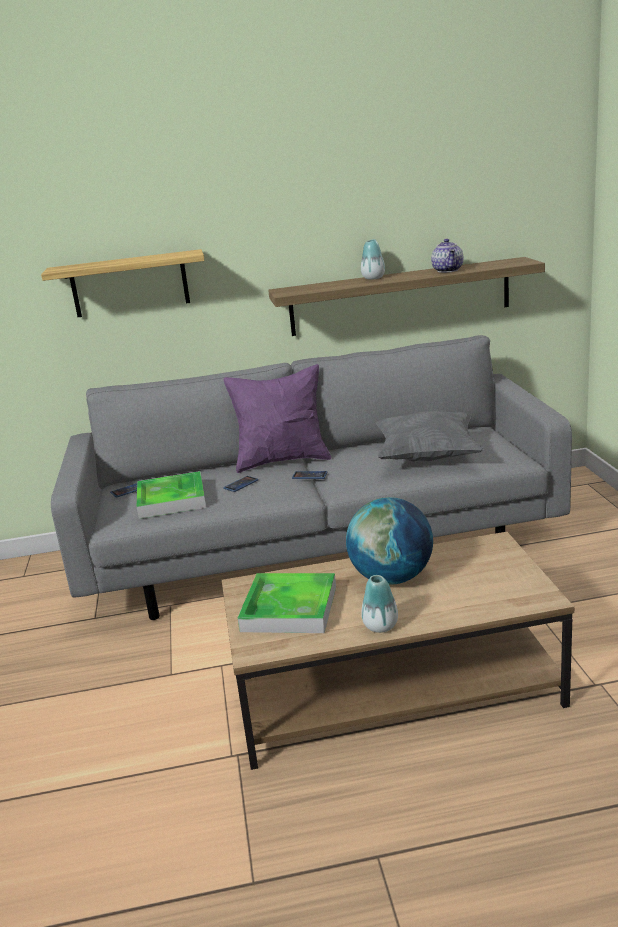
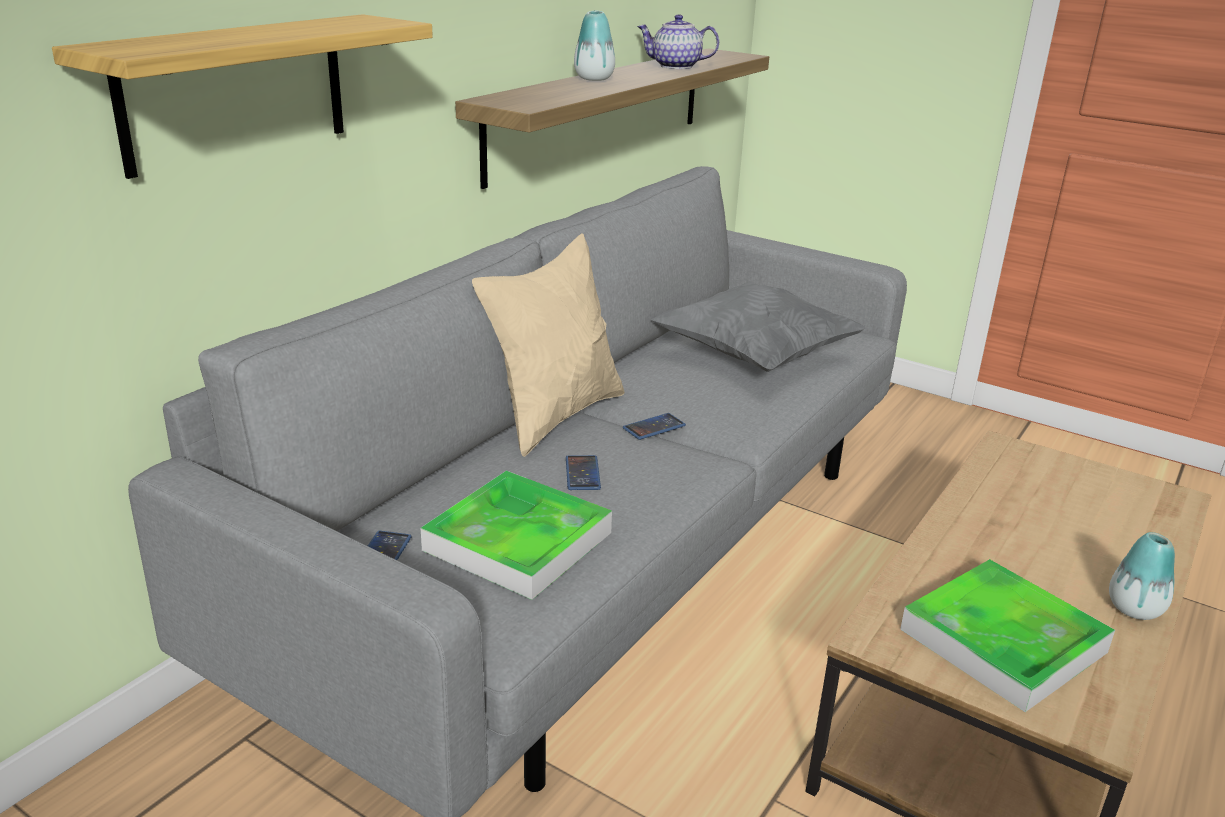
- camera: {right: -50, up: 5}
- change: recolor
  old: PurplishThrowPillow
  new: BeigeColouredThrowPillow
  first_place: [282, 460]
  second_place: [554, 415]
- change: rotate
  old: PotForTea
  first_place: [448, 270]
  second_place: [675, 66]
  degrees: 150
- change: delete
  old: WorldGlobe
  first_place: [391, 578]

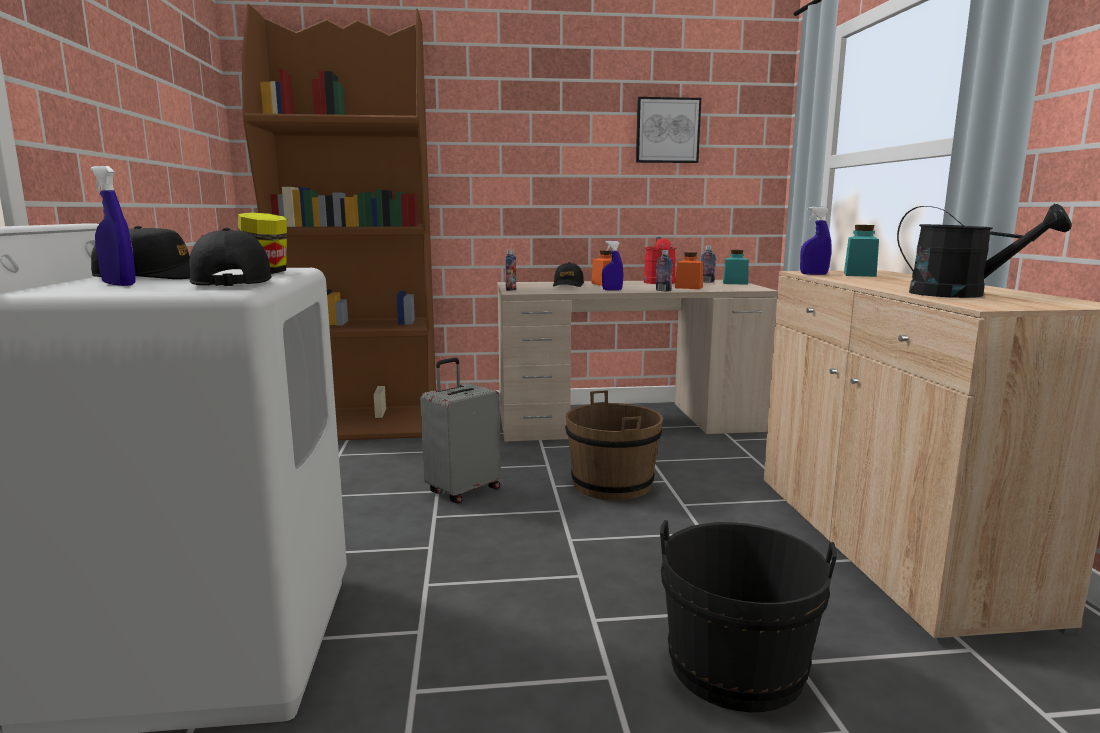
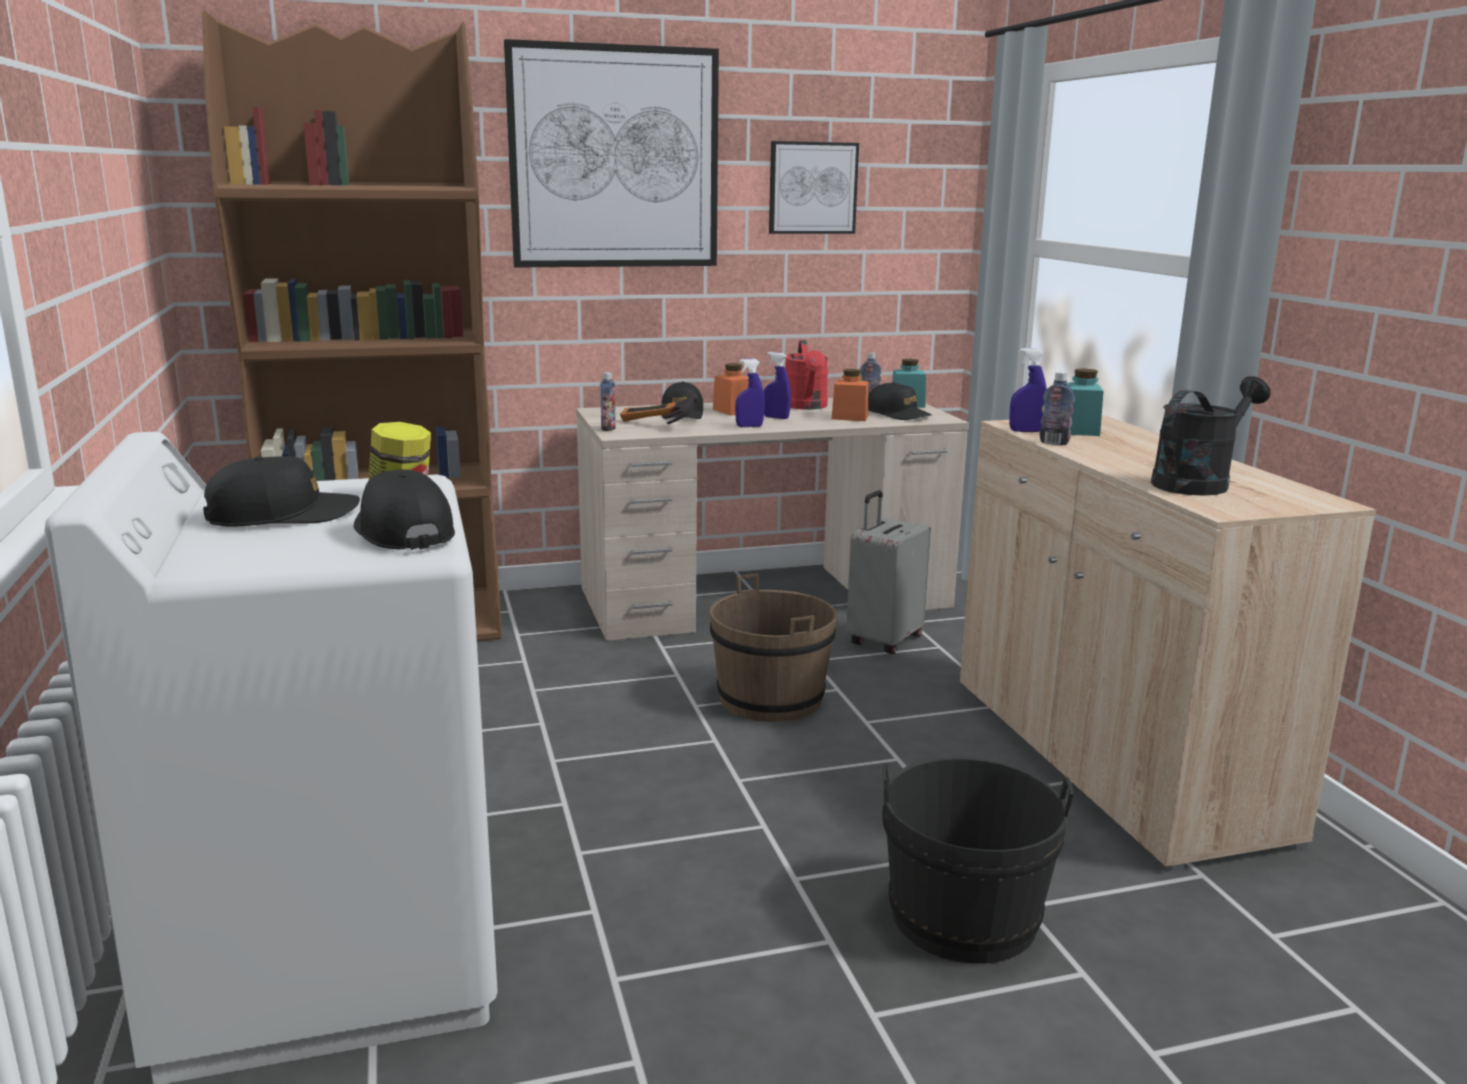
- camera: {right: -10, up: 5}
- change: insert
  new: Picture
  second_place: [614, 158]
- change: insert
  new: HandHammer
  second_place: [654, 426]
- change: move
  old: BluishSprayer
  first_place: [119, 284]
  second_place: [776, 417]
- change: move
  old: GreyishSuitcase
  first_place: [462, 491]
  second_place: [883, 640]
- change: insert
  new: BlackCap
  second_place: [898, 414]
- change: move
  old: DrinkBottle
  first_place: [663, 290]
  second_place: [1054, 443]
- change: rotate
  old: BlackWateringCan
  first_place: [961, 294]
  second_place: [1197, 483]
  degrees: -60

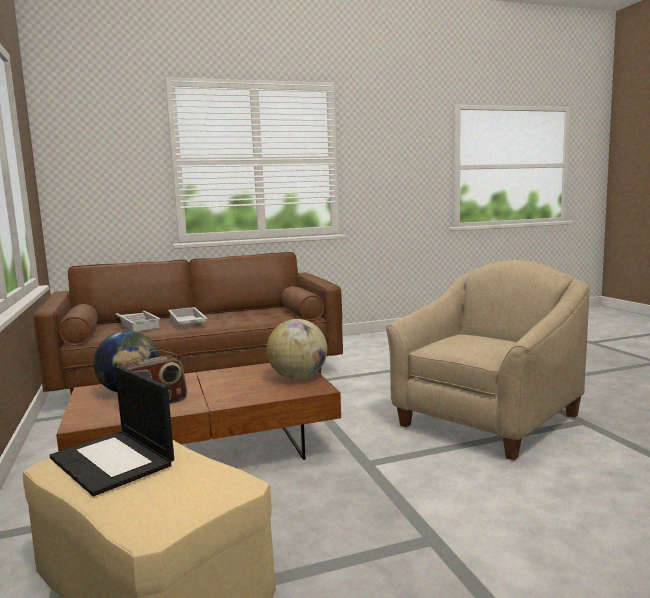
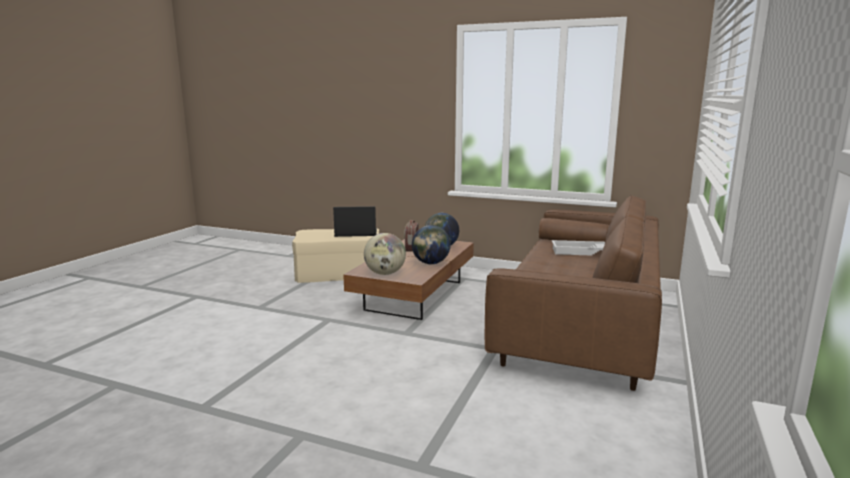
- camera: {right: 130, up: 5}
- change: insert
  new: WorldGlobe
  second_place: [430, 263]
- change: delete
  old: WhitishServingTray
  first_place: [186, 322]
- change: delete
  old: BeigeColouredArmchair
  first_place: [487, 421]

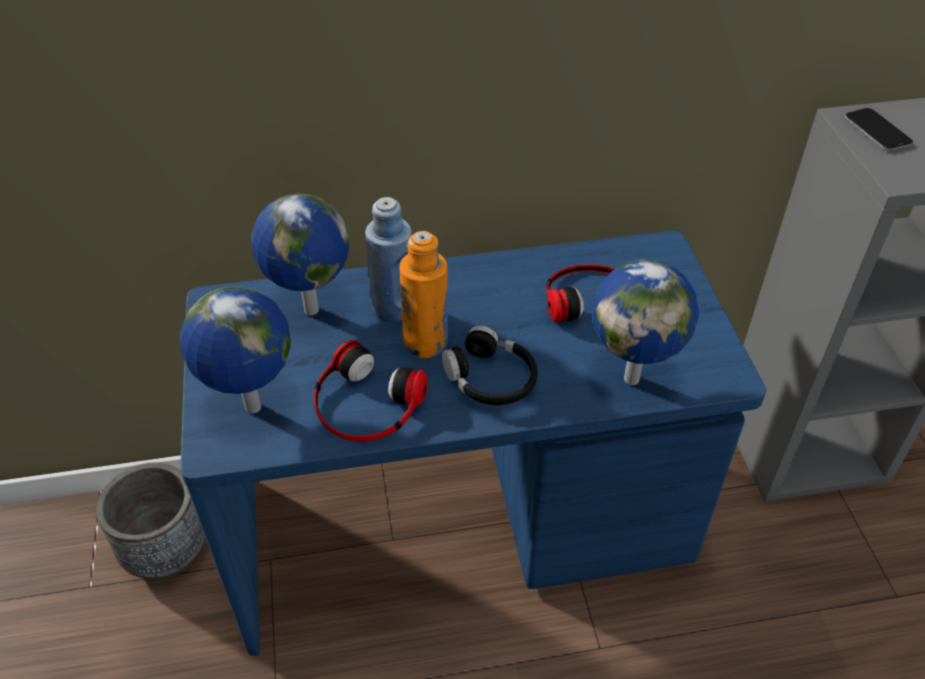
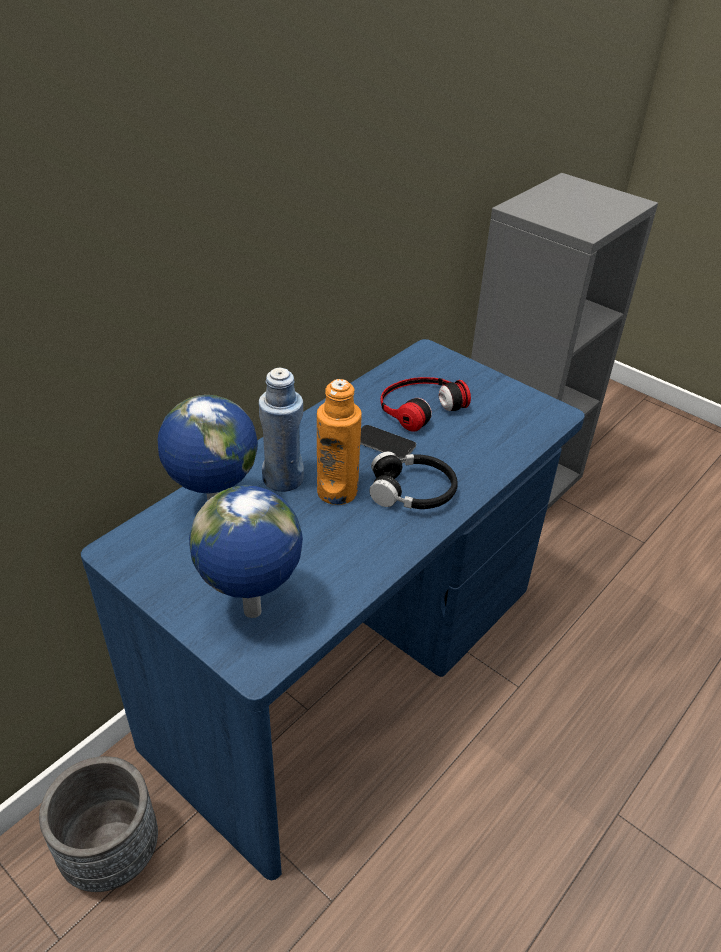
- camera: {right: -40, up: -5}
- change: move
  old: Handset
  first_place: [877, 131]
  second_place: [384, 443]
- change: delete
  old: Headphones
  first_place: [365, 404]
- change: delete
  old: WorldGlobe
  first_place: [633, 378]

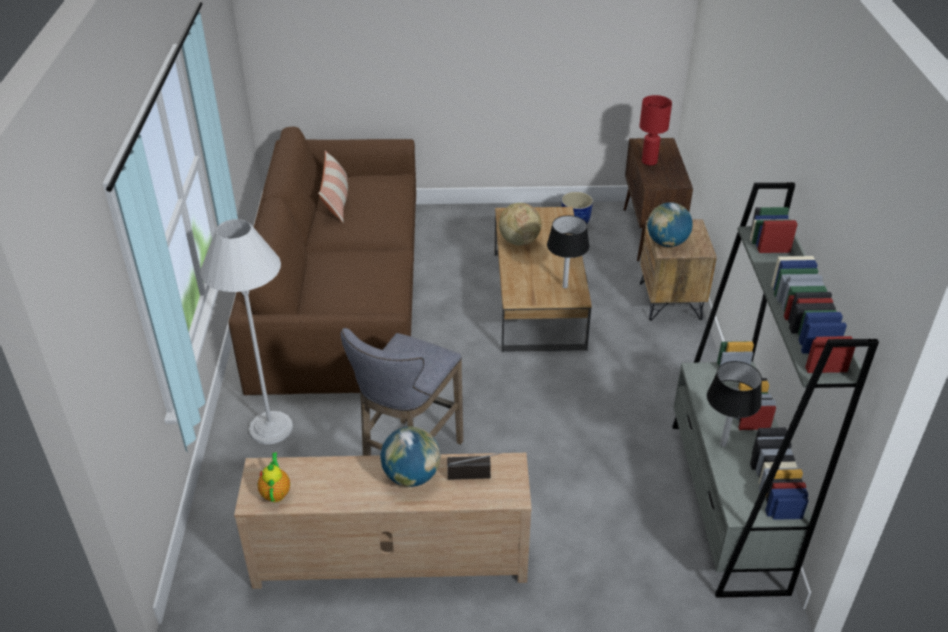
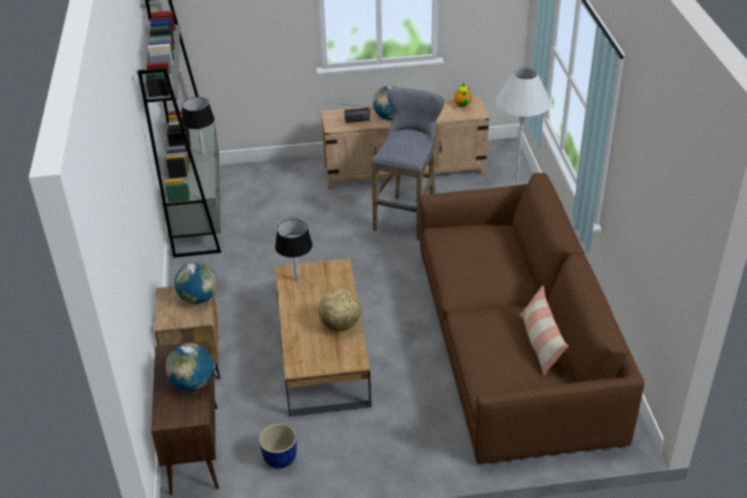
- camera: {right: 175, up: 0}
- change: replace
  old: ReddishTableLamp
  new: WorldGlobe
  first_place: [649, 161]
  second_place: [192, 383]

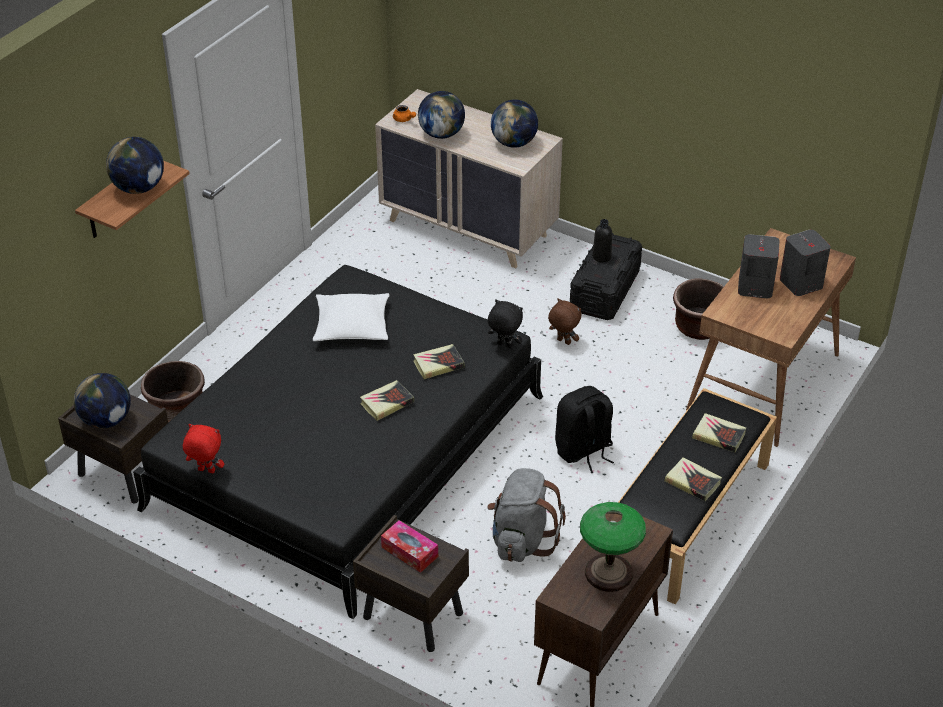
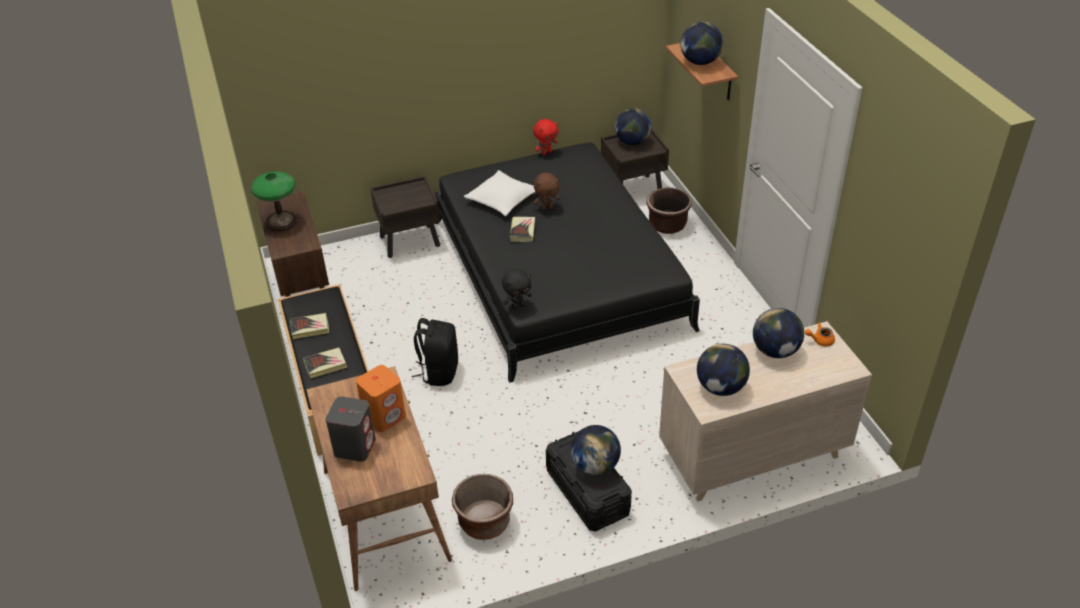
- camera: {right: 130, up: 0}
- change: recolor
  old: GreyishLoudspeaker
  new: OrangeLoudspeaker
  first_place: [754, 287]
  second_place: [385, 416]
- change: move
  old: WhitishThrowPillow
  first_place: [352, 325]
  second_place: [502, 199]
- change: move
  old: BrownColouredPlushToy
  first_place: [563, 342]
  second_place: [547, 208]
- change: replace
  old: BlackDrinkBottle
  new: WorldGlobe
  first_place: [601, 257]
  second_place: [595, 466]
- change: delete
  old: TissueHolder
  first_place: [409, 552]
- change: delete
  old: BoundBook
  first_place: [438, 364]
- change: delete
  old: GreyishKnapsack
  first_place: [522, 540]

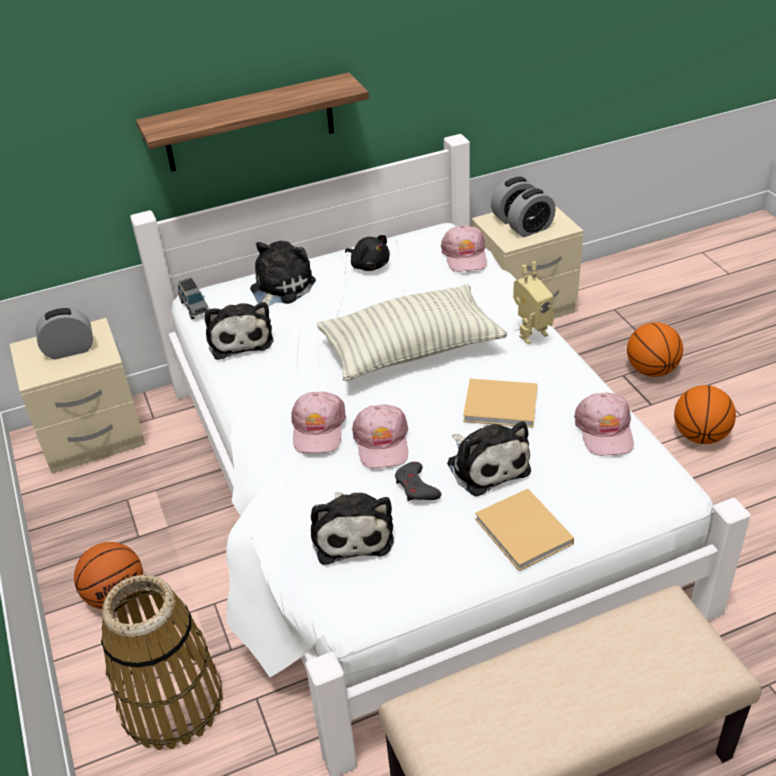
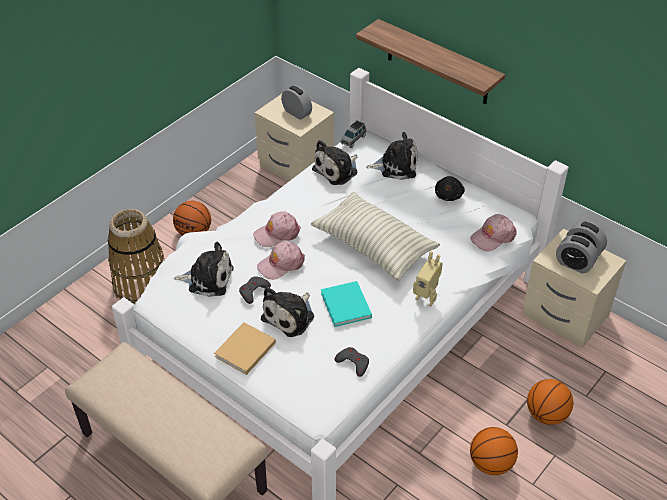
- camera: {right: 60, up: 5}
- change: rotate
  old: PlushToy
  first_place: [351, 533]
  second_place: [208, 279]
  degrees: -135
- change: recolor
  old: BeigeColouredBoundBook
  new: TurquoiseColouredBoundBook
  first_place: [503, 405]
  second_place: [346, 306]
- change: replace
  old: PinkColouredCap
  new: GreyishGameController
  first_place: [605, 431]
  second_place: [353, 363]

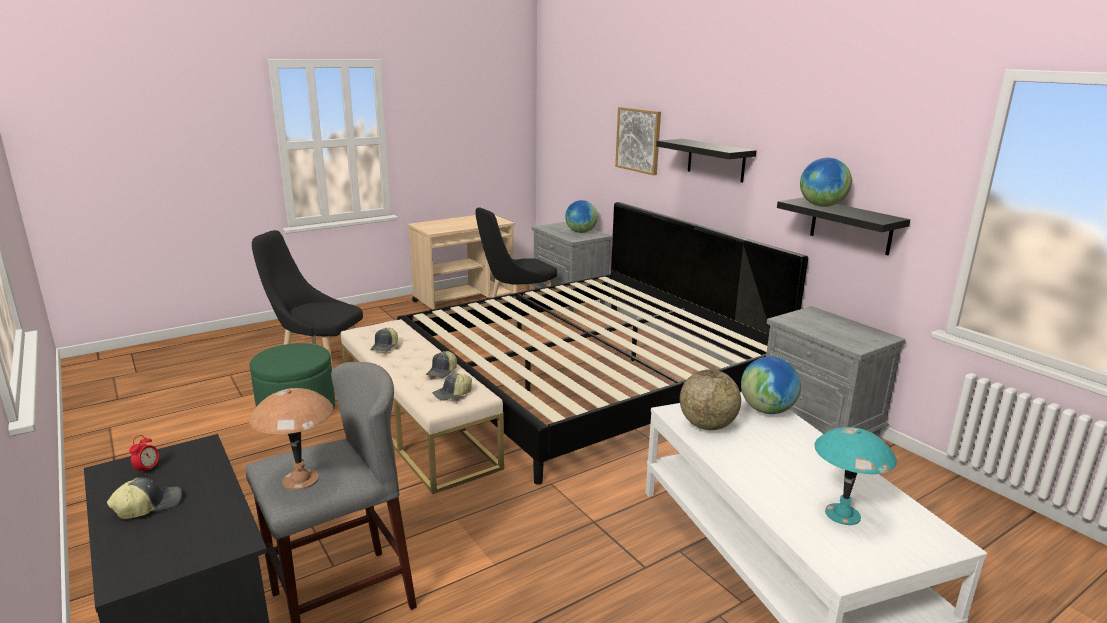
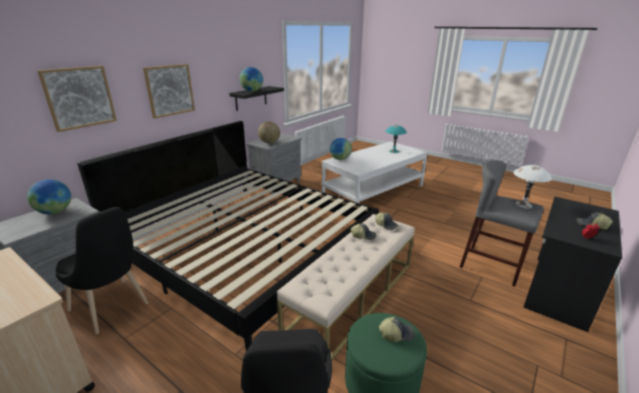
- camera: {right: -110, up: 5}
- change: replace
  old: BlackBracketShelf
  new: Picture
  first_place: [716, 160]
  second_place: [169, 90]
- change: move
  old: WorldGlobe
  first_place: [707, 426]
  second_place: [269, 142]
- change: move
  old: Cap
  first_place: [385, 346]
  second_place: [396, 333]
- change: recolor
  old: BrownColouredTableLamp
  new: WhitishTableLamp
  first_place: [300, 479]
  second_place: [523, 205]

